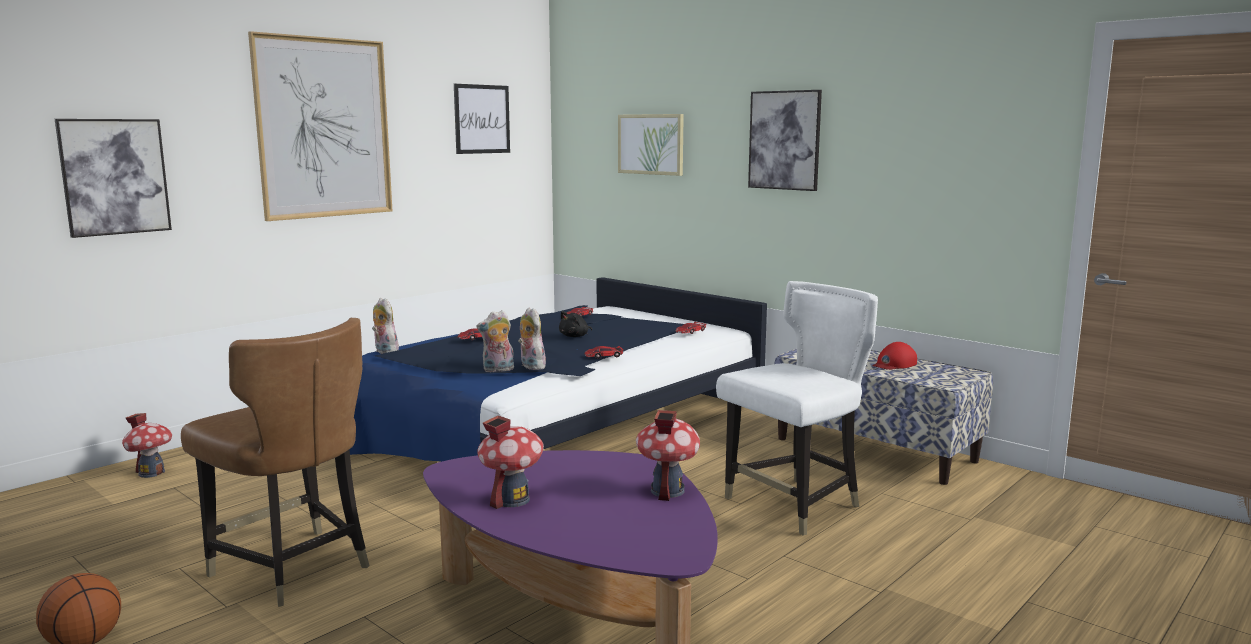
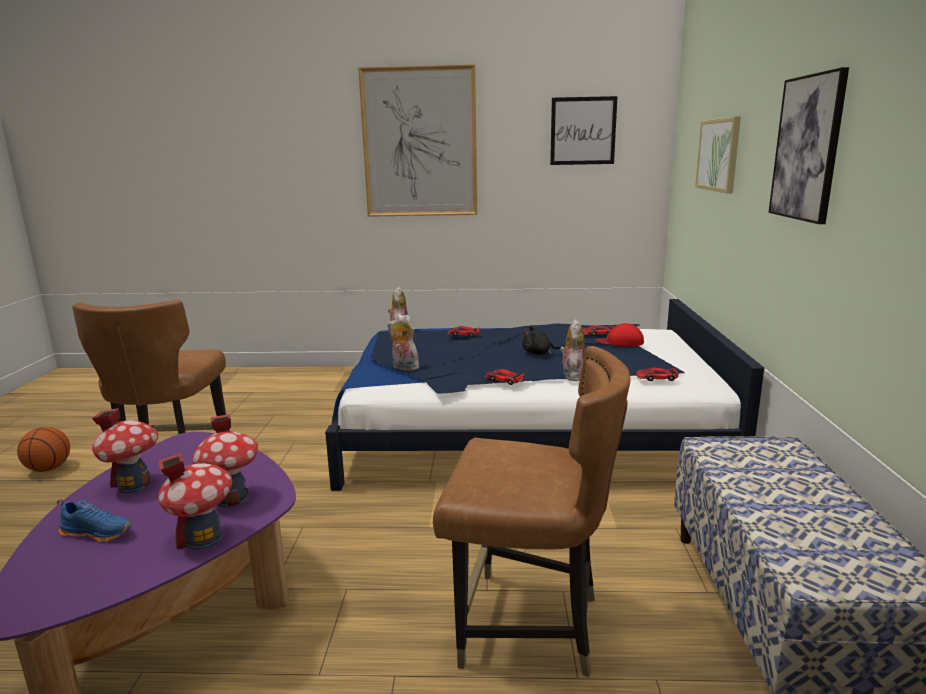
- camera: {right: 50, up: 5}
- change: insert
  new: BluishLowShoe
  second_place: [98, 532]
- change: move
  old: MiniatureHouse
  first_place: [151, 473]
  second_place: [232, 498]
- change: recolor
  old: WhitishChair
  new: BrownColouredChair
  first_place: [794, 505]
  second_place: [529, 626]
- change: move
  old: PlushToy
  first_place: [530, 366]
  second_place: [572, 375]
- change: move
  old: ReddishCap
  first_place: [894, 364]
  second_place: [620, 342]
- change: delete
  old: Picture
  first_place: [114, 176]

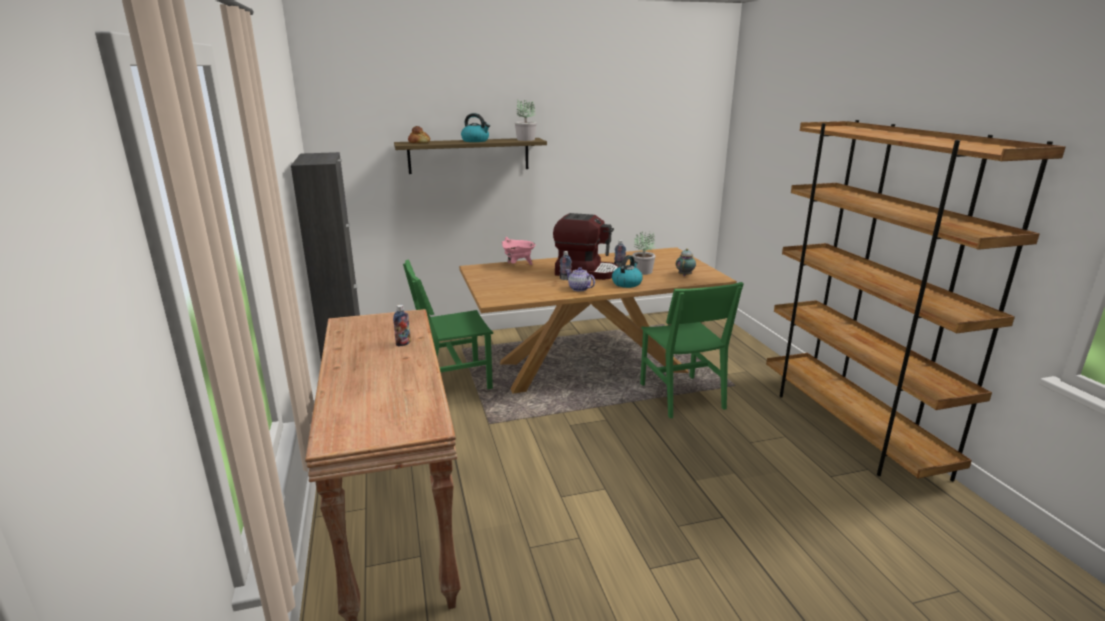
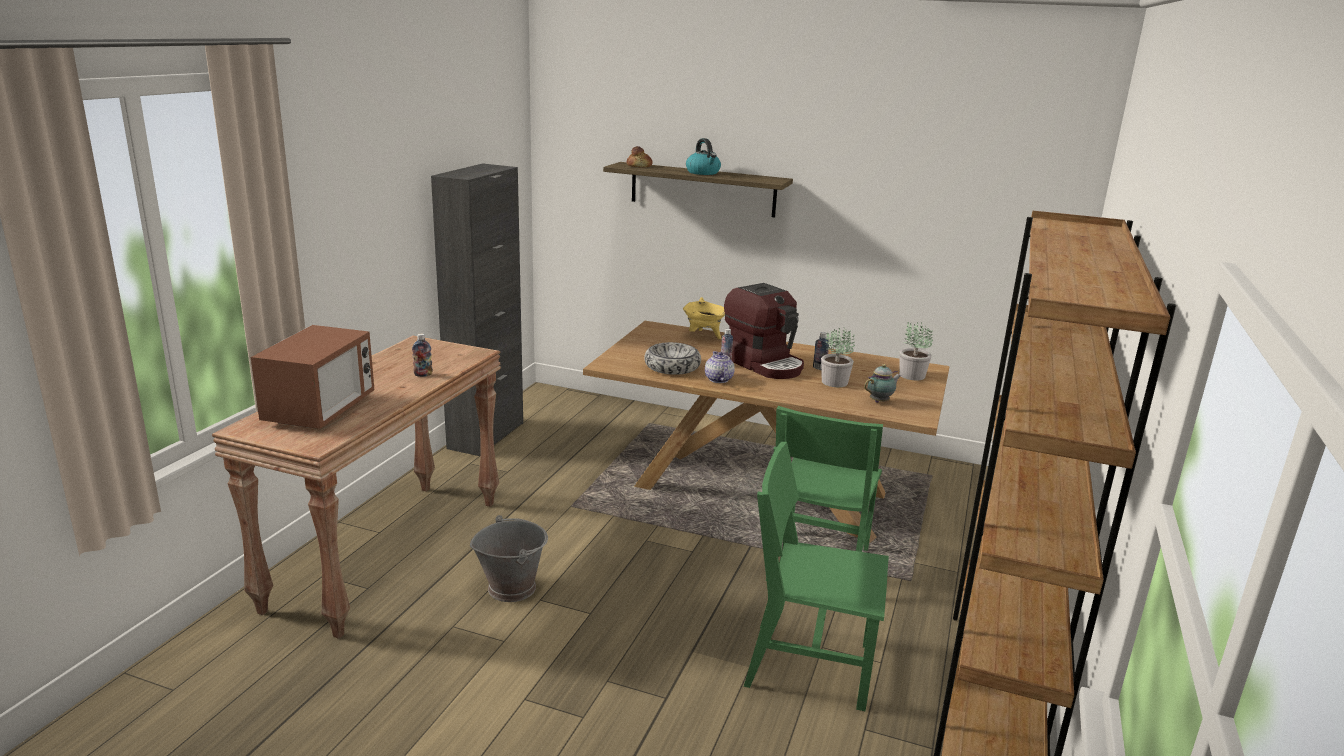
- camera: {right: 35, up: 0}
- change: insert
  new: KitchenMicrowave
  second_place: [320, 411]
- change: insert
  new: GreyishPail
  second_place: [512, 587]
- change: insert
  new: DeepDish
  second_place: [672, 367]
- change: recolor
  old: PinkColouredCookingPot
  new: YellowishCookingPot
  first_place: [518, 265]
  second_place: [704, 336]
- change: move
  old: GreenChair
  first_place: [452, 382]
  second_place: [809, 665]
- change: move
  old: Houseplant
  first_place: [525, 139]
  second_place: [911, 375]
- change: delete
  old: TeaKettle
  first_place: [626, 283]

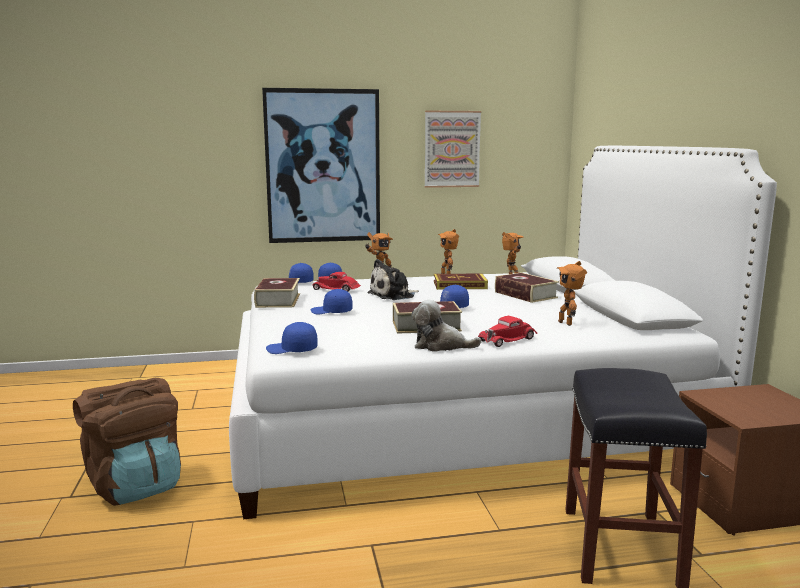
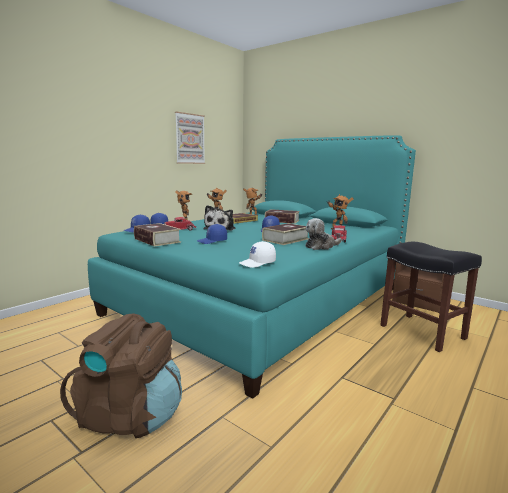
- camera: {right: -40, up: 0}
- change: recolor
  old: WhitishBed
  new: TurquoiseColouredBed
  first_place: [457, 418]
  second_place: [263, 300]
- change: recolor
  old: BluishCap
  new: WhitishCap
  first_place: [292, 350]
  second_place: [257, 263]
- change: delete
  old: Picture
  first_place: [323, 166]

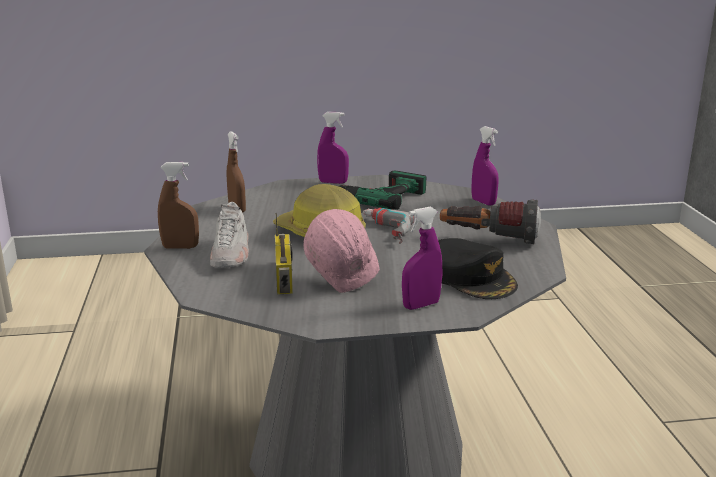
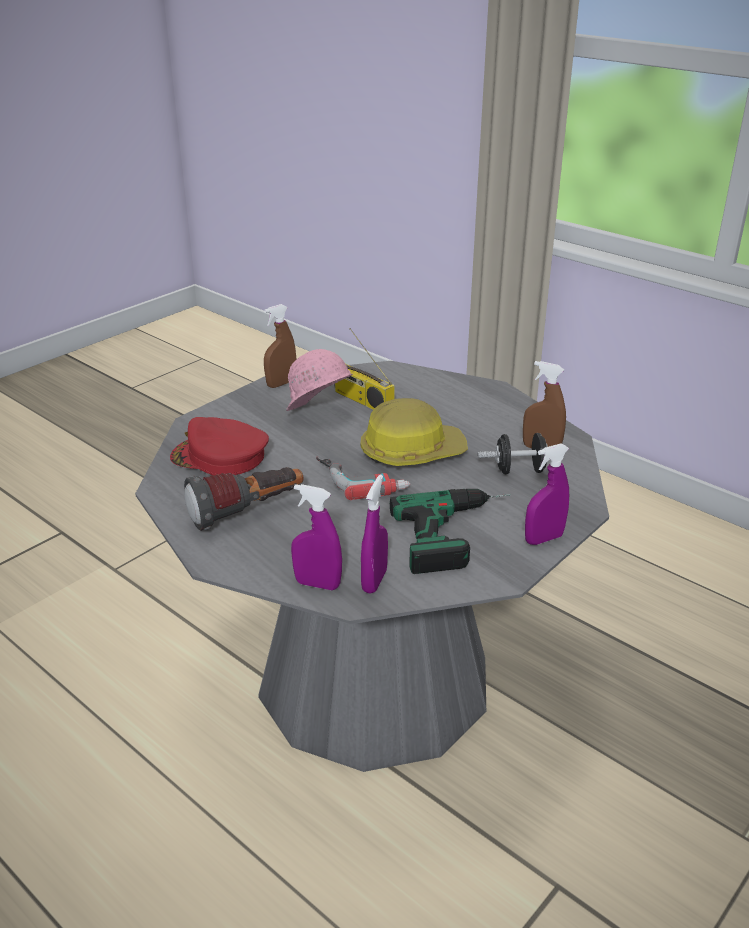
- camera: {right: 140, up: 10}
- change: recolor
  old: BlackCap
  new: ReddishCap
  first_place: [470, 278]
  second_place: [219, 457]
- change: move
  old: BrownColouredSprayer
  first_place: [180, 247]
  second_place: [281, 383]
- change: move
  old: PurplishSprayer
  first_place: [421, 305]
  second_place: [374, 581]
- change: insert
  new: BlackDumbbell
  second_place: [519, 470]
- change: delete
  old: WhitishLowShoe
  first_place: [231, 254]

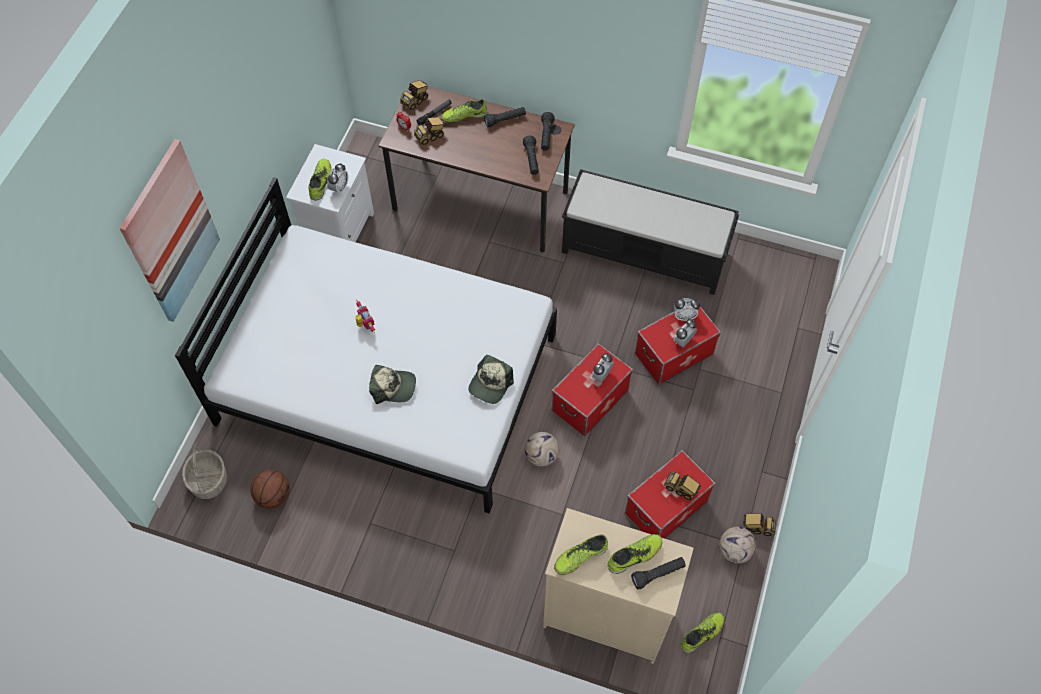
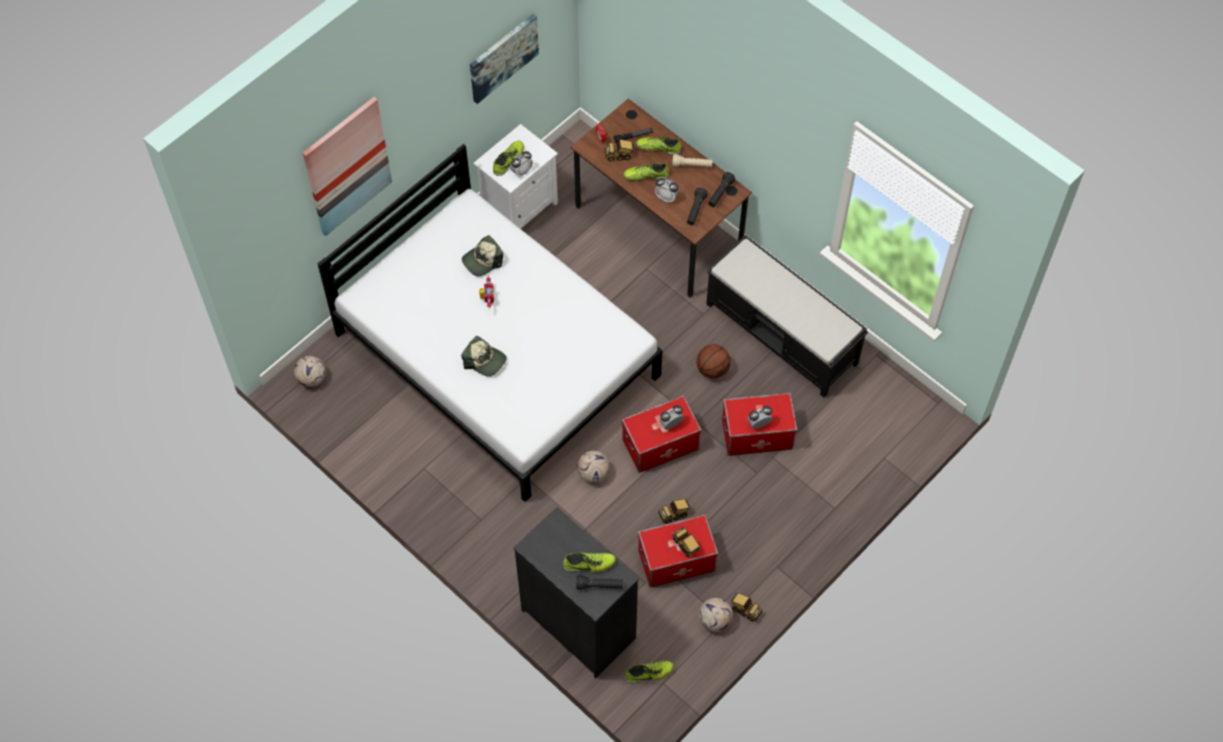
- camera: {right: 25, up: 0}
- change: replace
  old: HouseholdBasket
  new: FootballBall
  first_place: [208, 480]
  second_place: [311, 378]
- change: move
  old: Cap
  first_place: [490, 384]
  second_place: [482, 260]
- change: insert
  new: Picture
  second_place: [503, 57]
- change: recolor
  old: BeigeColouredChestOfDrawers
  new: BlackChestOfDrawers
  first_place: [607, 614]
  second_place: [579, 623]
- change: move
  old: LowShoe
  first_place: [580, 556]
  second_place: [646, 175]
- change: move
  old: AlarmClock
  first_place: [684, 316]
  second_place: [666, 197]
- change: move
  old: ModelTruck
  first_place: [415, 101]
  second_place: [674, 514]
- change: recolor
  old: BlackHandTorch
  new: BeigeColouredHandTorch
  first_place: [505, 120]
  second_place: [692, 165]
- change: move
  old: BallForBasketball
  first_place: [273, 496]
  second_place: [712, 369]

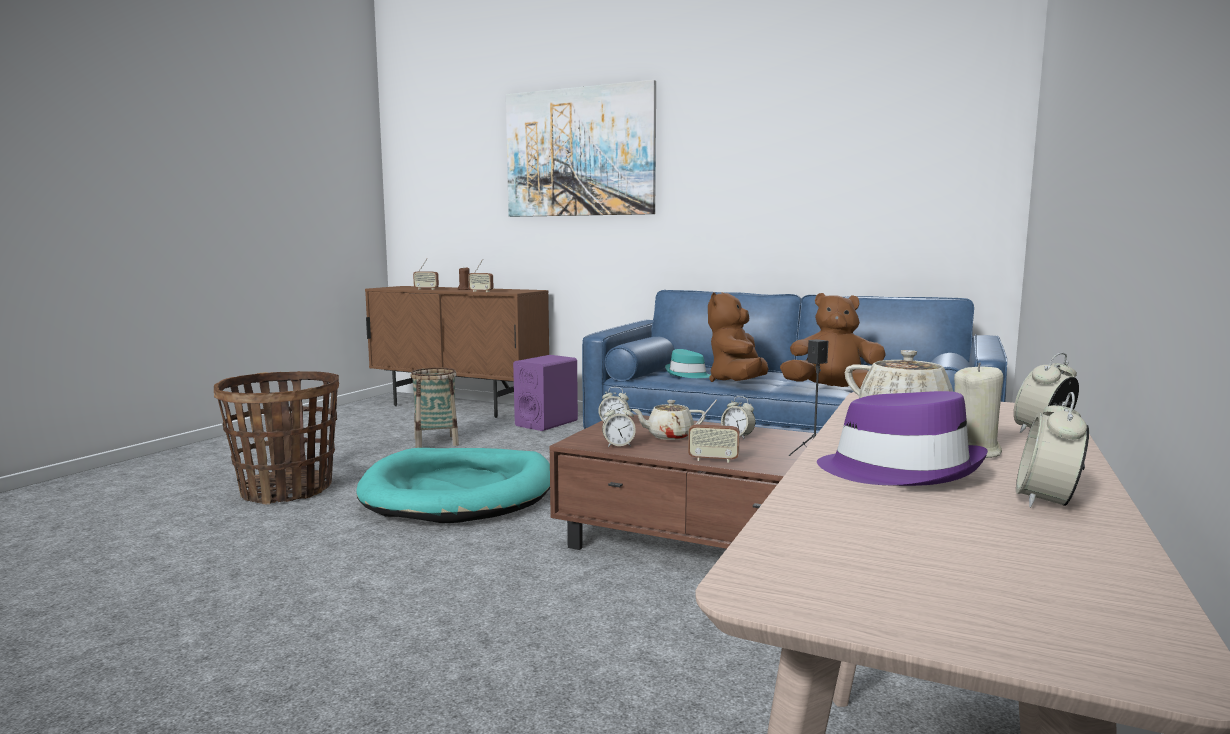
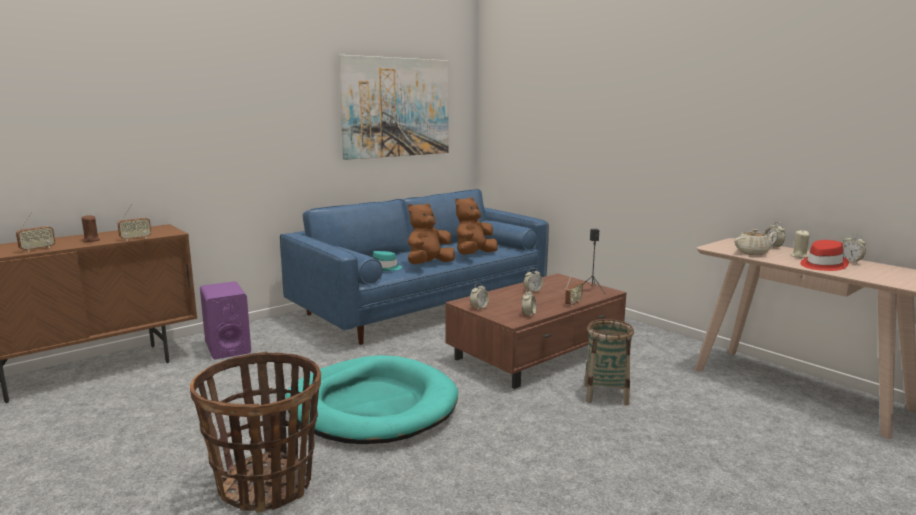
- camera: {right: -65, up: 5}
- change: move
  old: Picture
  first_place: [579, 152]
  second_place: [396, 107]
- change: rotate
  old: BrownColouredPlushToy
  first_place: [738, 383]
  second_place: [428, 265]
  degrees: 90
- change: move
  old: HouseholdBasket
  first_place: [436, 442]
  second_place: [605, 394]
- change: recolor
  old: PurplishClothingHat
  new: ReddishClothingHat
  first_place: [900, 470]
  second_place: [822, 265]
- change: delete
  old: BeigeColouredPotForTea
  first_place: [669, 436]

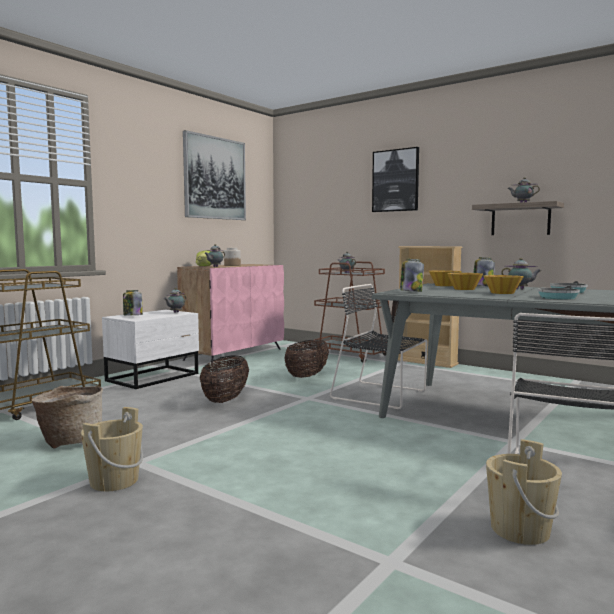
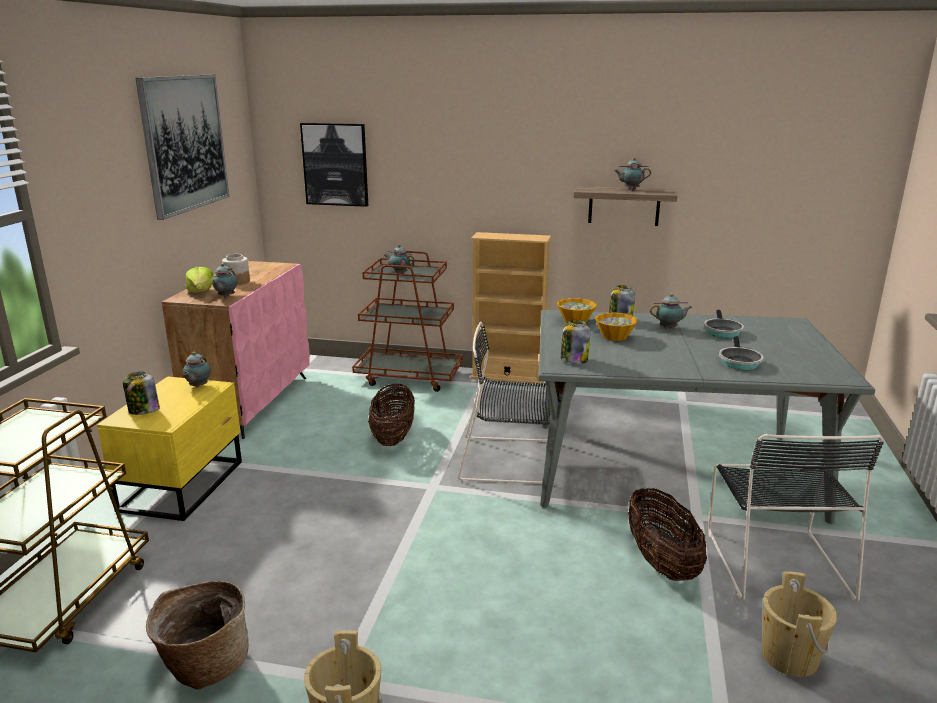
- camera: {right: -25, up: 15}
- change: recolor
  old: WhitishNightstand
  new: YellowishNightstand
  first_place: [155, 377]
  second_place: [185, 485]
- change: move
  old: Picture
  first_place: [395, 180]
  second_place: [335, 164]
- change: move
  old: HouseholdBasket
  first_place: [225, 400]
  second_place: [661, 562]
- change: delete
  old: DeepDish
  first_place: [502, 293]

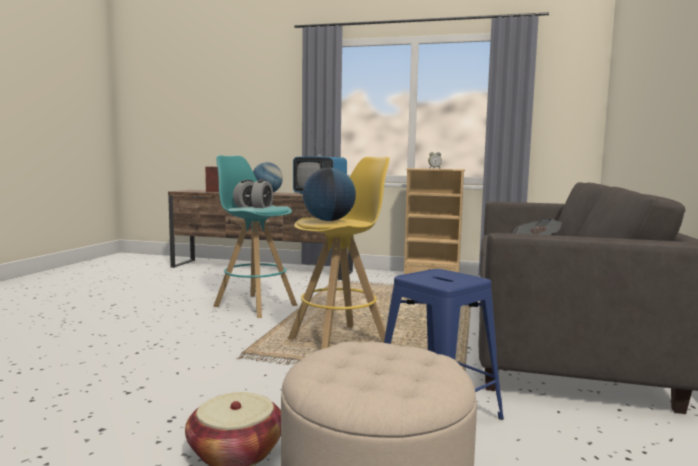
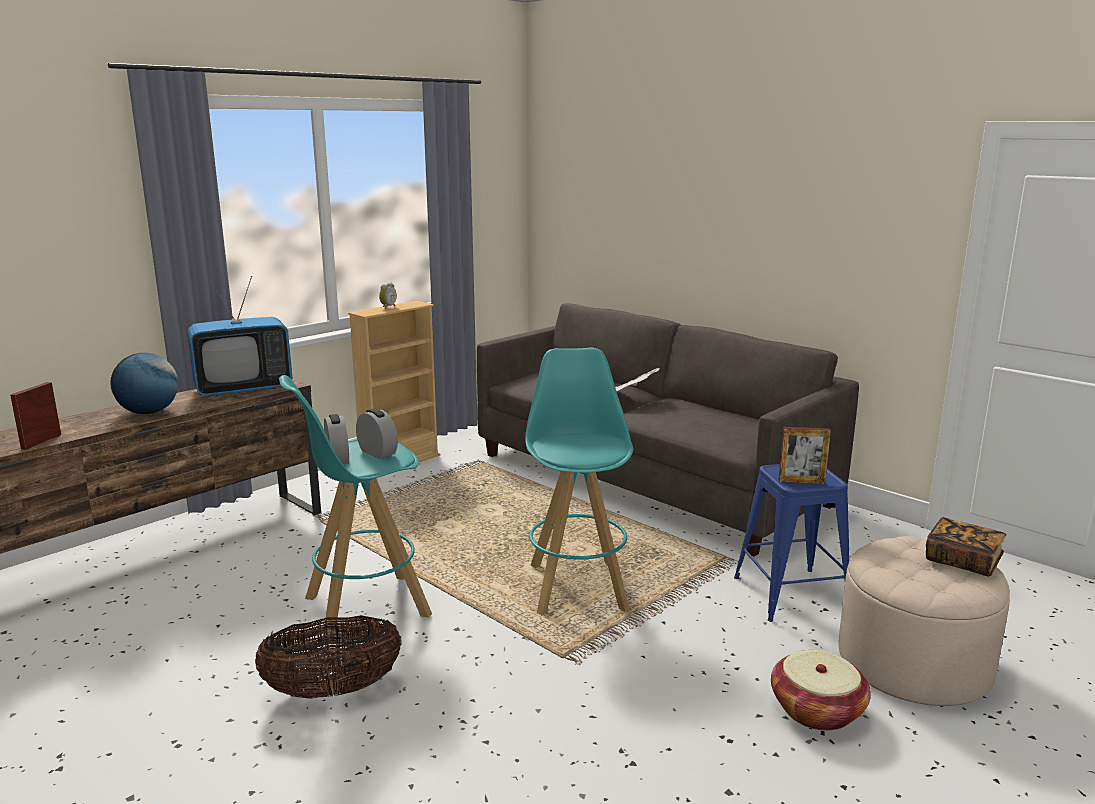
- camera: {right: -60, up: 10}
- change: insert
  new: HouseholdBasket
  second_place: [333, 690]
- change: recolor
  old: YellowishStoolSeat
  new: TurquoiseColouredStoolSeat
  first_place: [340, 341]
  second_place: [577, 586]
- change: insert
  new: PictureFrame
  second_place: [801, 481]
- change: insert
  new: BoundBook
  second_place: [962, 561]
- change: delete
  old: WorldGlobe
  first_place: [328, 220]

